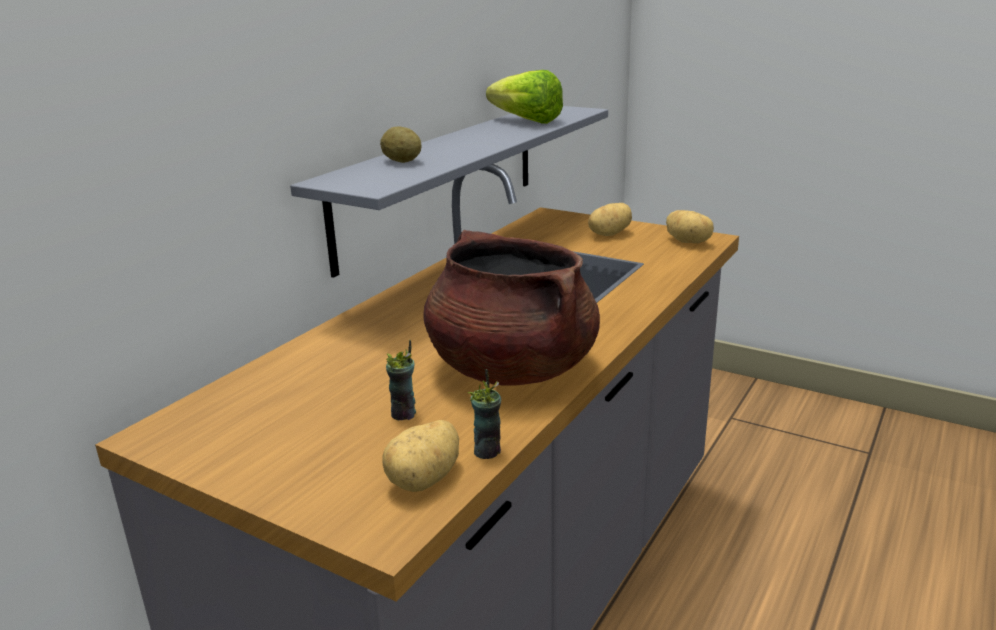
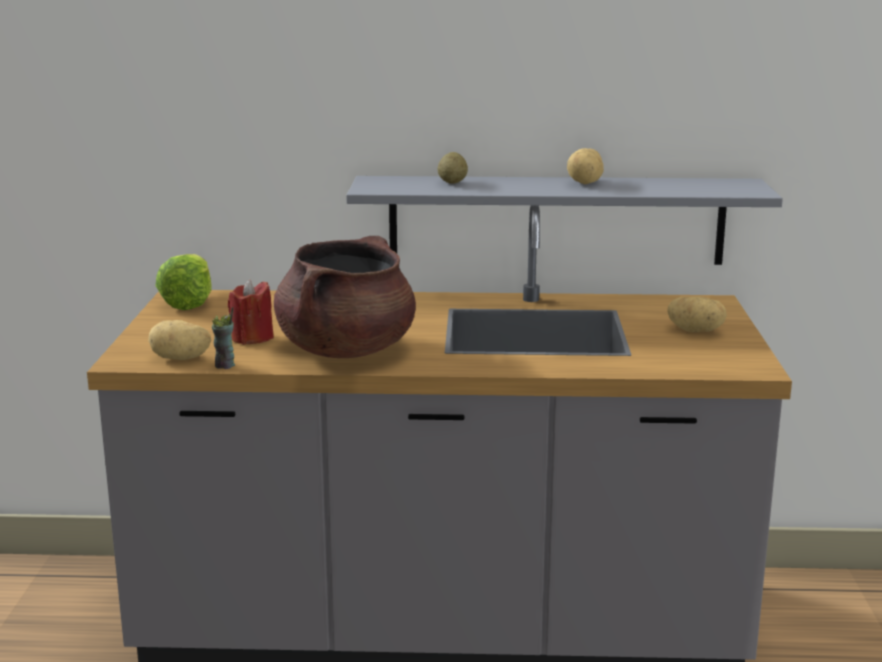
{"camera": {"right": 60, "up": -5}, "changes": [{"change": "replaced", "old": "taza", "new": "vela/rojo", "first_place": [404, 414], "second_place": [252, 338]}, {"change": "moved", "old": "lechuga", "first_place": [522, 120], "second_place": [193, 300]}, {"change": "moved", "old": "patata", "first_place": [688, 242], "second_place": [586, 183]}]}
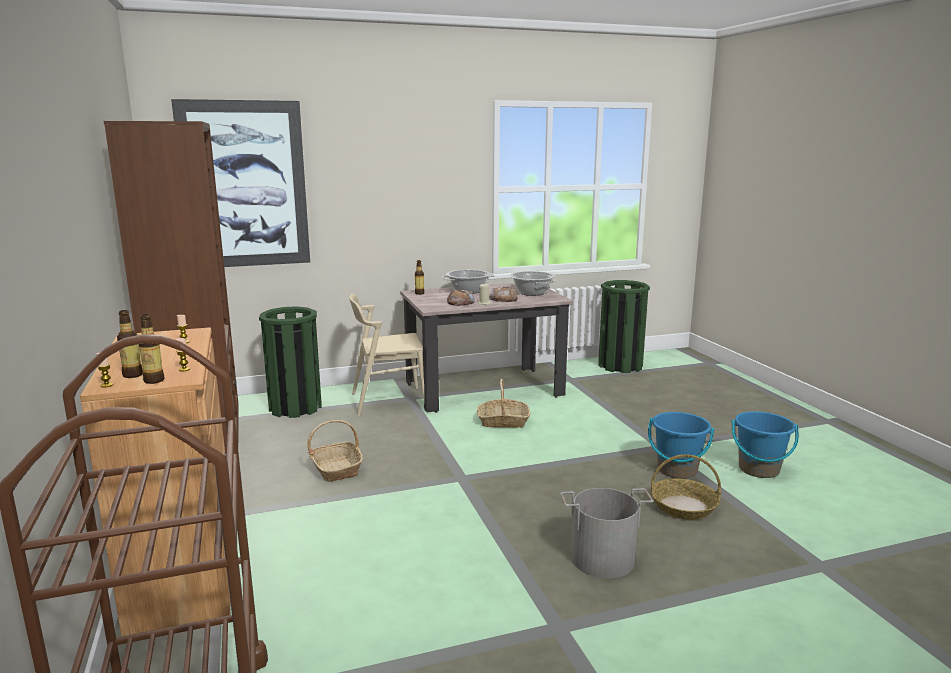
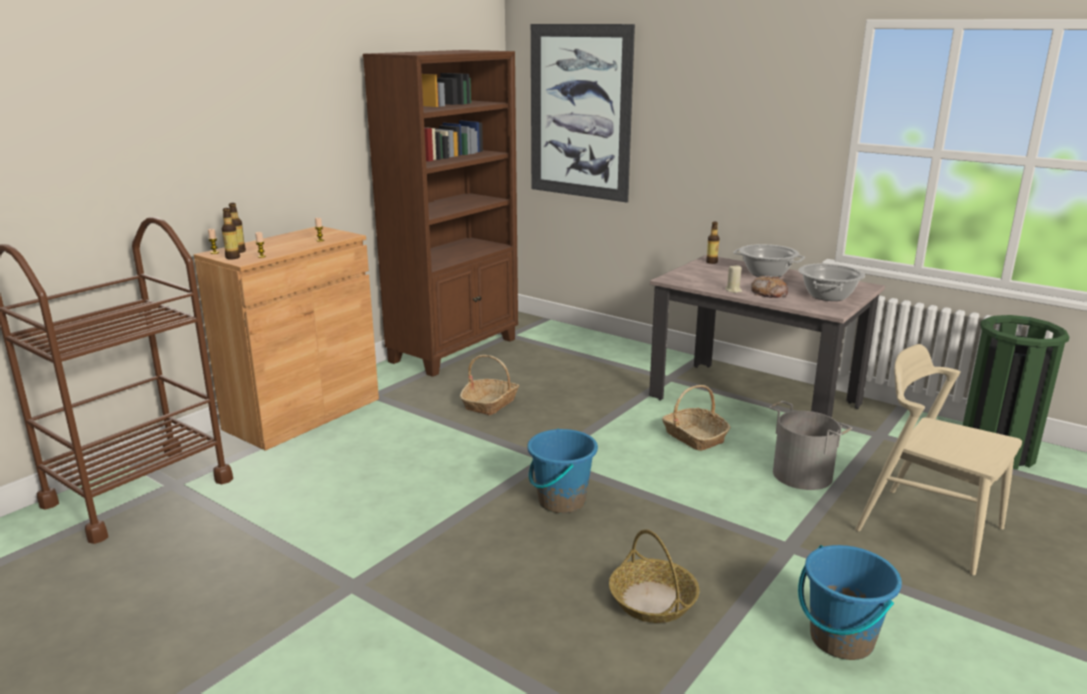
{"camera": {"right": 55, "up": 5}, "changes": [{"change": "removed", "old": "papelera/verde", "first_place": [295, 407]}, {"change": "moved", "old": "silla/beis", "first_place": [388, 402], "second_place": [929, 529]}, {"change": "removed", "old": "pan", "first_place": [460, 302]}, {"change": "moved", "old": "cubo/gris", "first_place": [602, 558], "second_place": [802, 474]}, {"change": "moved", "old": "cubo/azul", "first_place": [677, 470], "second_place": [561, 501]}]}
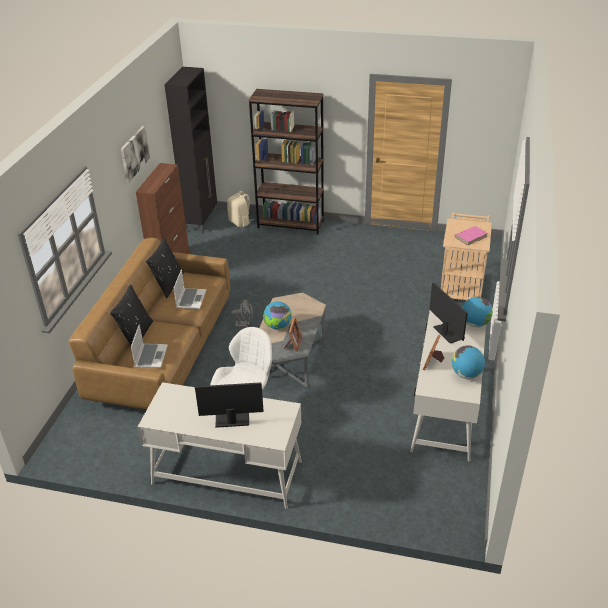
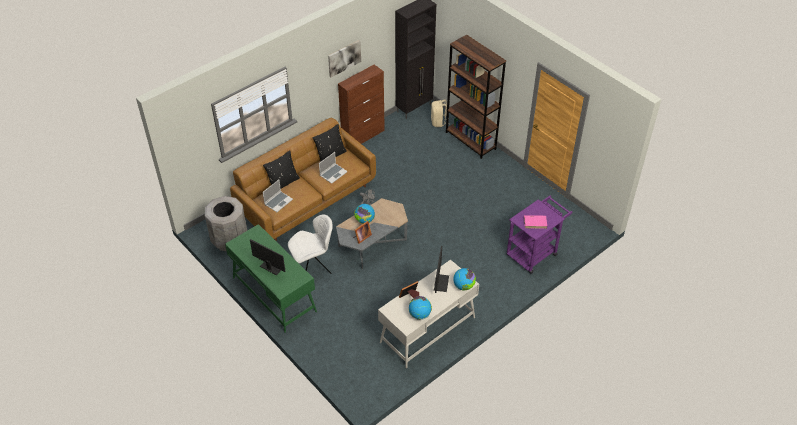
{"camera": {"right": 35, "up": 10}, "changes": [{"change": "recoloured", "old": "escritorio/blanco", "new": "escritorio/verde", "first_place": [227, 472], "second_place": [274, 294]}, {"change": "recoloured", "old": "carrito/beis", "new": "carrito/morado", "first_place": [461, 286], "second_place": [534, 252]}, {"change": "added", "new": "papelera/gris", "second_place": [229, 239]}]}
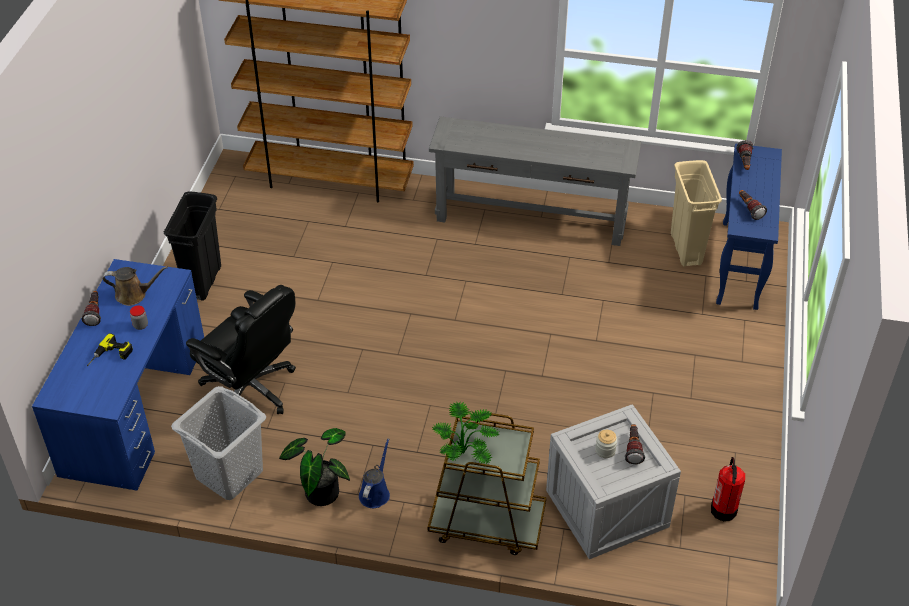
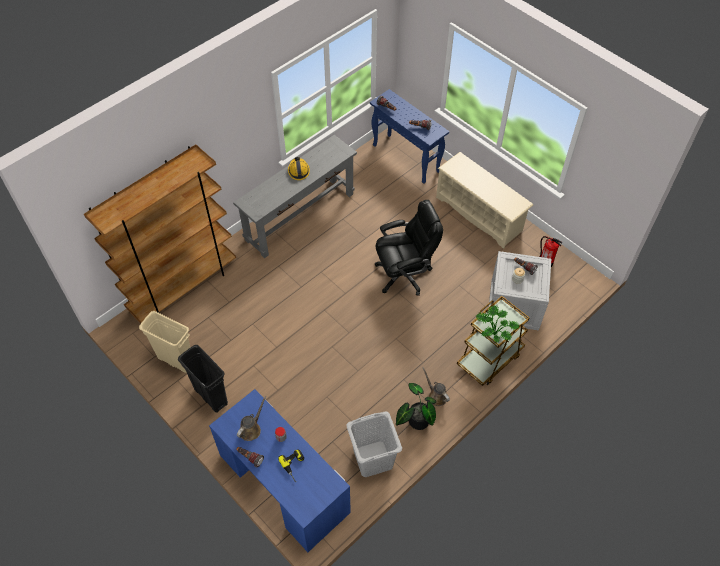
{"camera": {"right": -55, "up": 10}, "changes": [{"change": "moved", "old": "silla de oficina/negro", "first_place": [251, 390], "second_place": [404, 274]}, {"change": "recoloured", "old": "regadera/azul", "new": "regadera/marrón", "first_place": [375, 492], "second_place": [436, 396]}, {"change": "moved", "old": "papelera/beis", "first_place": [685, 248], "second_place": [176, 360]}, {"change": "added", "new": "casco", "second_place": [298, 171]}, {"change": "added", "new": "zapatero/beis", "second_place": [479, 214]}]}
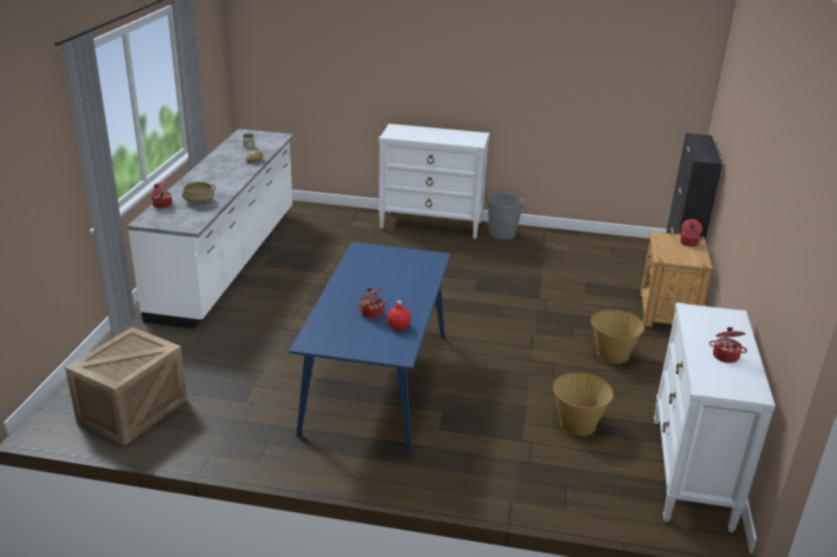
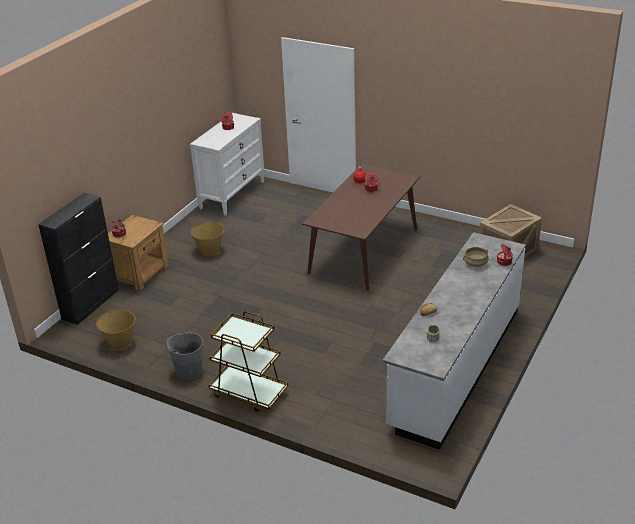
{"camera": {"right": -160, "up": 5}, "changes": [{"change": "recoloured", "old": "mesa de comedor/azul", "new": "mesa de comedor/marrón", "first_place": [377, 383], "second_place": [363, 250]}, {"change": "replaced", "old": "cómoda/blanco", "new": "carrito/marrón", "first_place": [431, 224], "second_place": [248, 393]}, {"change": "moved", "old": "cesta", "first_place": [578, 423], "second_place": [120, 342]}]}
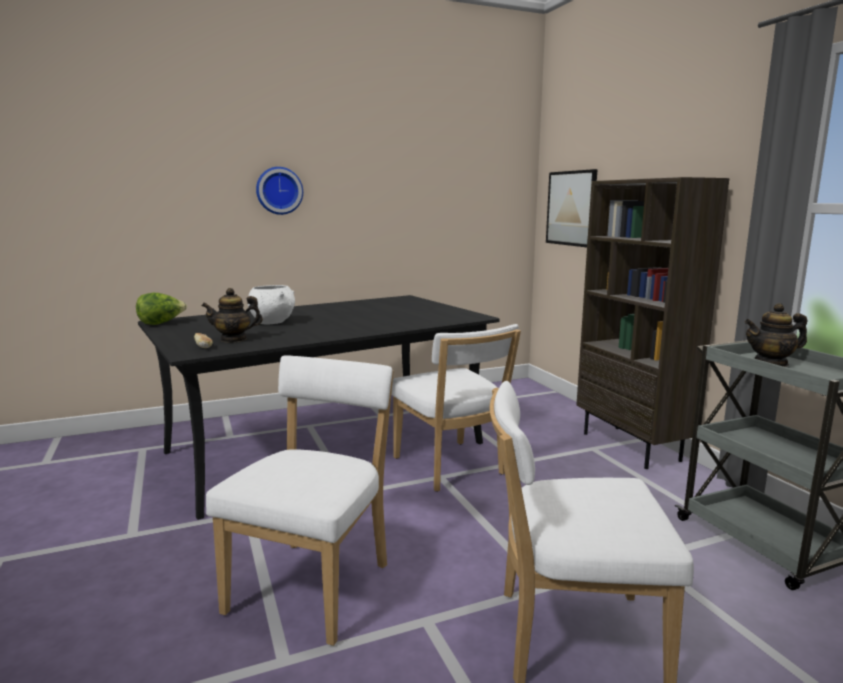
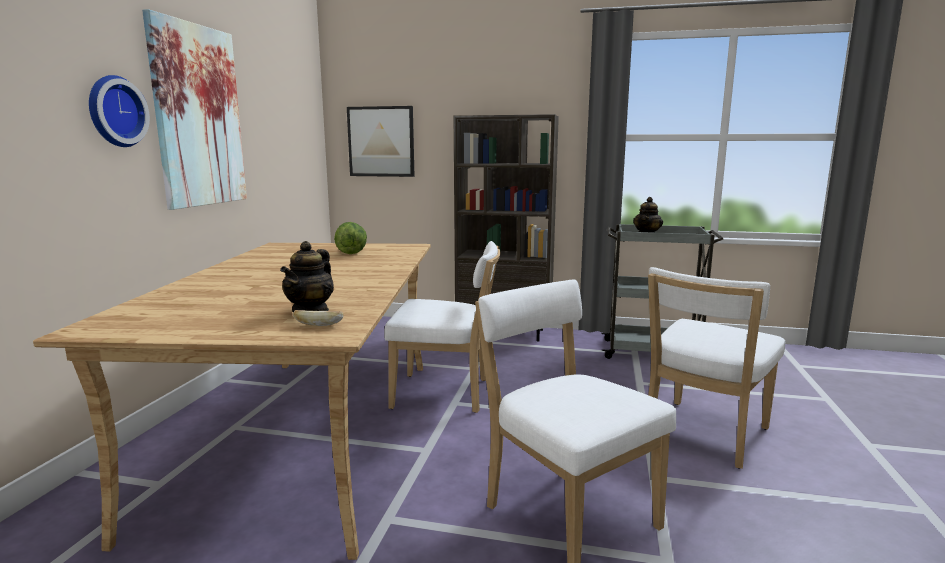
{"camera": {"right": -55, "up": 0}, "changes": [{"change": "moved", "old": "lechuga", "first_place": [161, 323], "second_place": [352, 252]}, {"change": "recoloured", "old": "mesa de comedor/negro", "new": "mesa de comedor/beis", "first_place": [326, 448], "second_place": [310, 434]}, {"change": "removed", "old": "cuenco/blanco", "first_place": [272, 322]}, {"change": "added", "new": "cuadro", "second_place": [198, 116]}]}
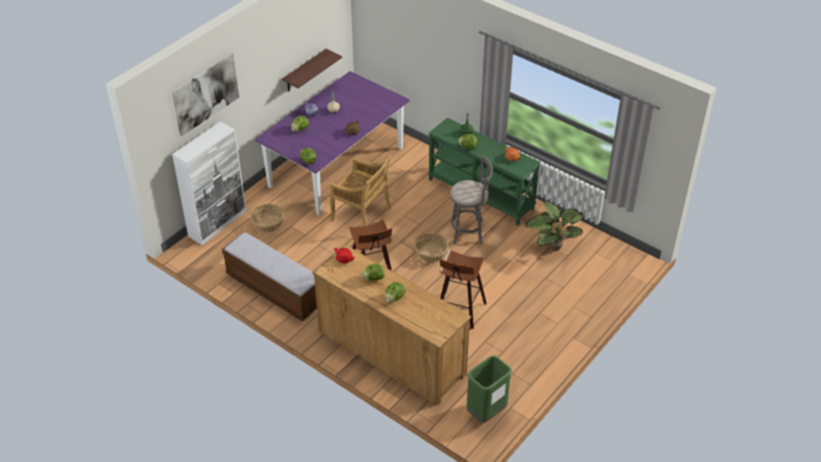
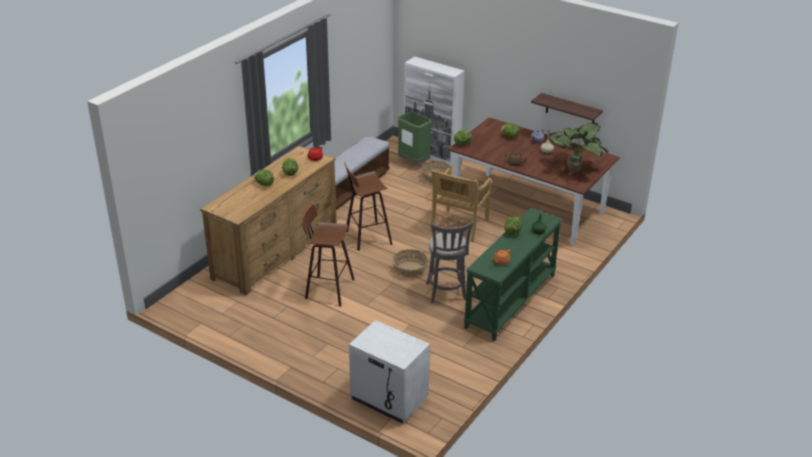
{"camera": {"right": 85, "up": -10}, "changes": [{"change": "removed", "old": "cuadro", "first_place": [206, 94]}, {"change": "recoloured", "old": "mesa de comedor/morado", "new": "mesa de comedor/marrón", "first_place": [336, 166], "second_place": [528, 207]}, {"change": "moved", "old": "papelera/verde", "first_place": [486, 412], "second_place": [413, 163]}, {"change": "moved", "old": "planta en maceta", "first_place": [553, 246], "second_place": [575, 168]}, {"change": "added", "new": "mesita de noche/blanco", "second_place": [388, 399]}]}
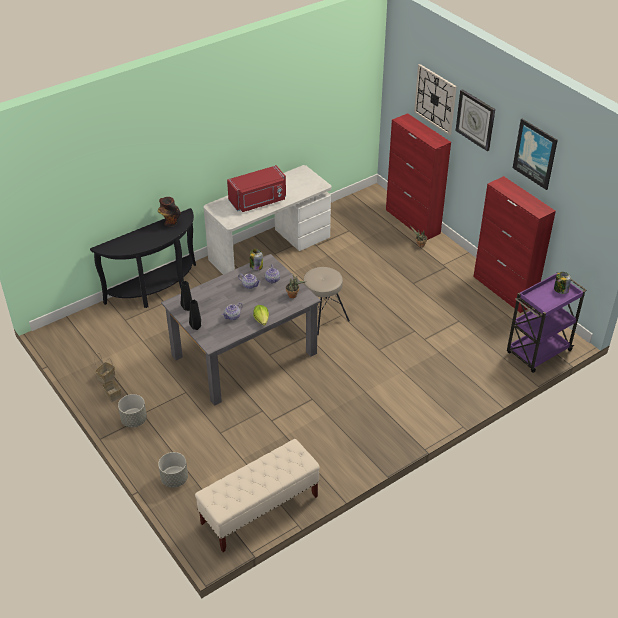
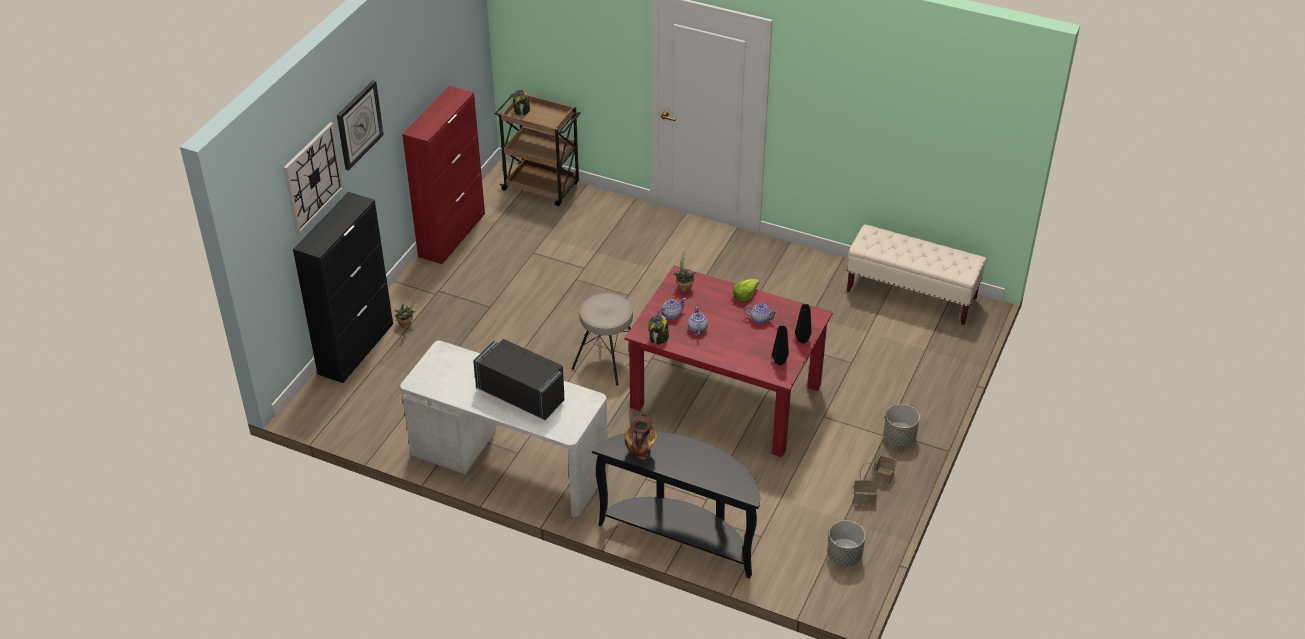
{"camera": {"right": -120, "up": 0}, "changes": [{"change": "moved", "old": "maceta/gris", "first_place": [174, 479], "second_place": [844, 556]}, {"change": "recoloured", "old": "mesa de comedor/gris", "new": "mesa de comedor/rojo", "first_place": [244, 354], "second_place": [724, 396]}, {"change": "recoloured", "old": "microondas/rojo", "new": "microondas/negro", "first_place": [258, 201], "second_place": [523, 394]}, {"change": "recoloured", "old": "armario/rojo", "new": "armario/negro", "first_place": [412, 221], "second_place": [356, 348]}, {"change": "recoloured", "old": "carrito/morado", "new": "carrito/marrón", "first_place": [538, 352], "second_place": [542, 187]}, {"change": "removed", "old": "cuadro", "first_place": [535, 153]}]}
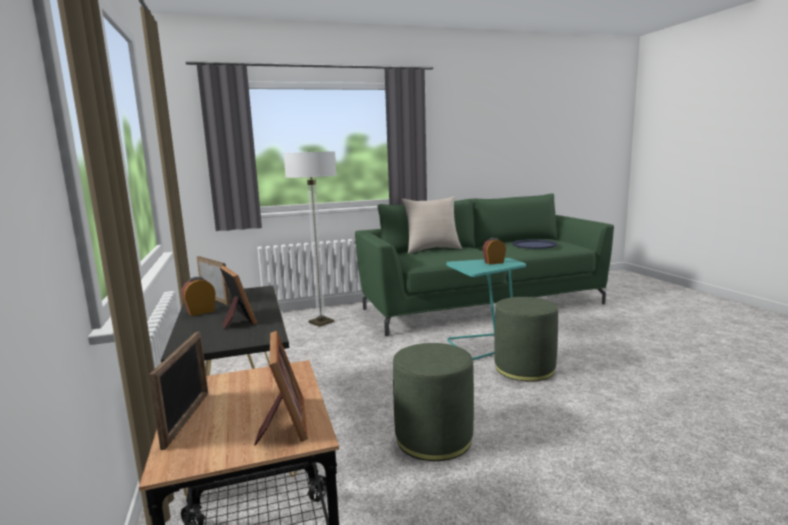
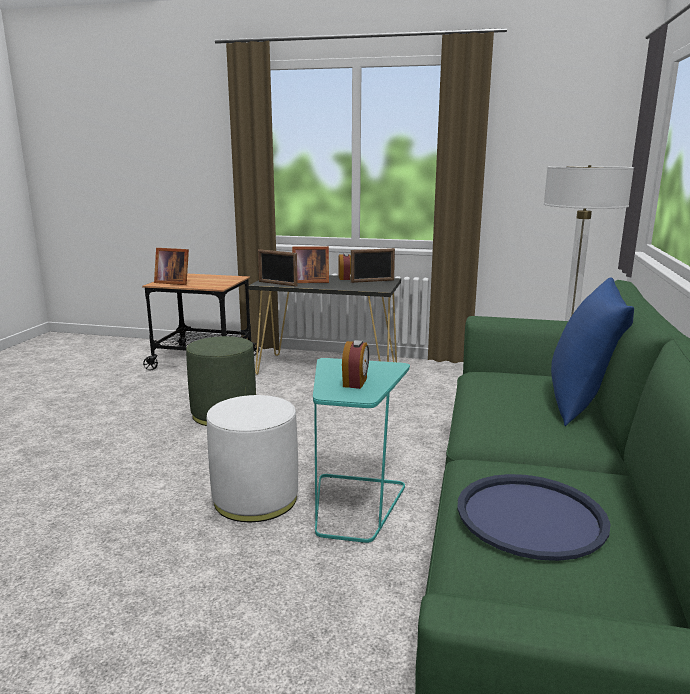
{"camera": {"right": 120, "up": 5}, "changes": [{"change": "moved", "old": "portarretratos", "first_place": [187, 419], "second_place": [277, 284]}, {"change": "recoloured", "old": "cojín/beis", "new": "cojín/azul", "first_place": [432, 249], "second_place": [581, 402]}, {"change": "recoloured", "old": "puf/verde", "new": "puf/blanco", "first_place": [524, 368], "second_place": [256, 499]}]}
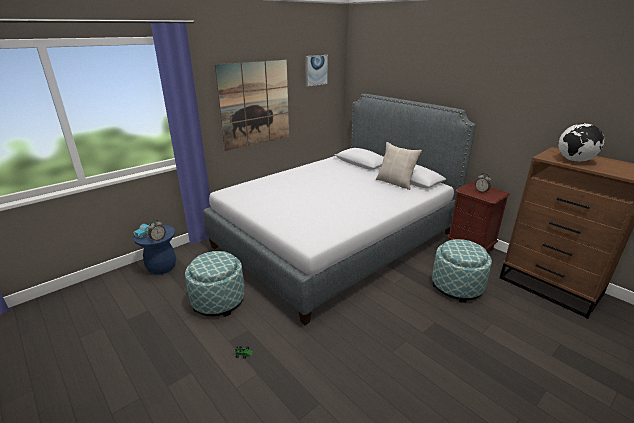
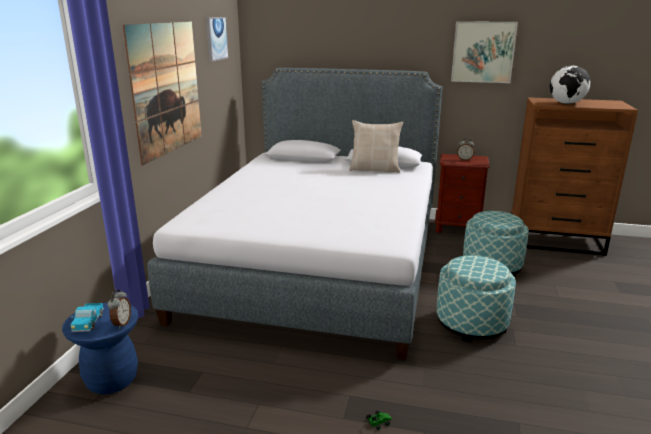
{"camera": {"right": -35, "up": -5}, "changes": [{"change": "moved", "old": "puf", "first_place": [218, 301], "second_place": [471, 323]}, {"change": "added", "new": "cuadro", "second_place": [483, 52]}]}
